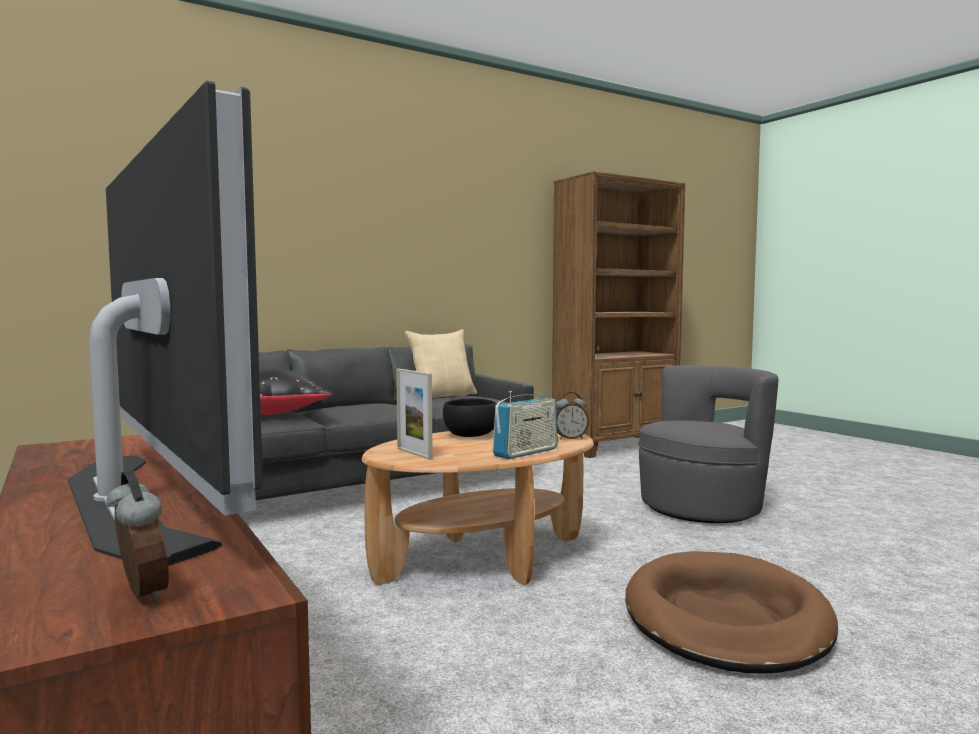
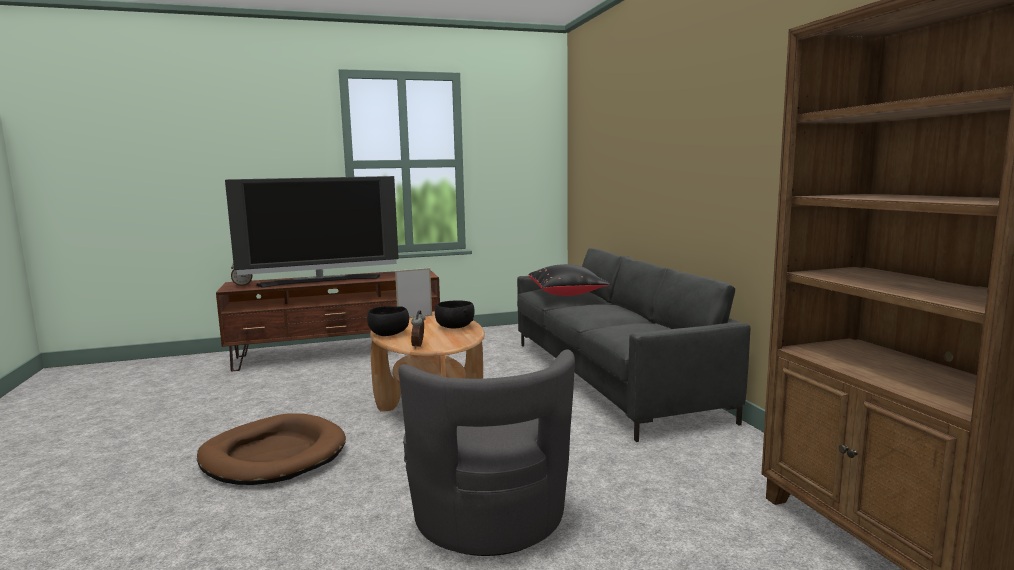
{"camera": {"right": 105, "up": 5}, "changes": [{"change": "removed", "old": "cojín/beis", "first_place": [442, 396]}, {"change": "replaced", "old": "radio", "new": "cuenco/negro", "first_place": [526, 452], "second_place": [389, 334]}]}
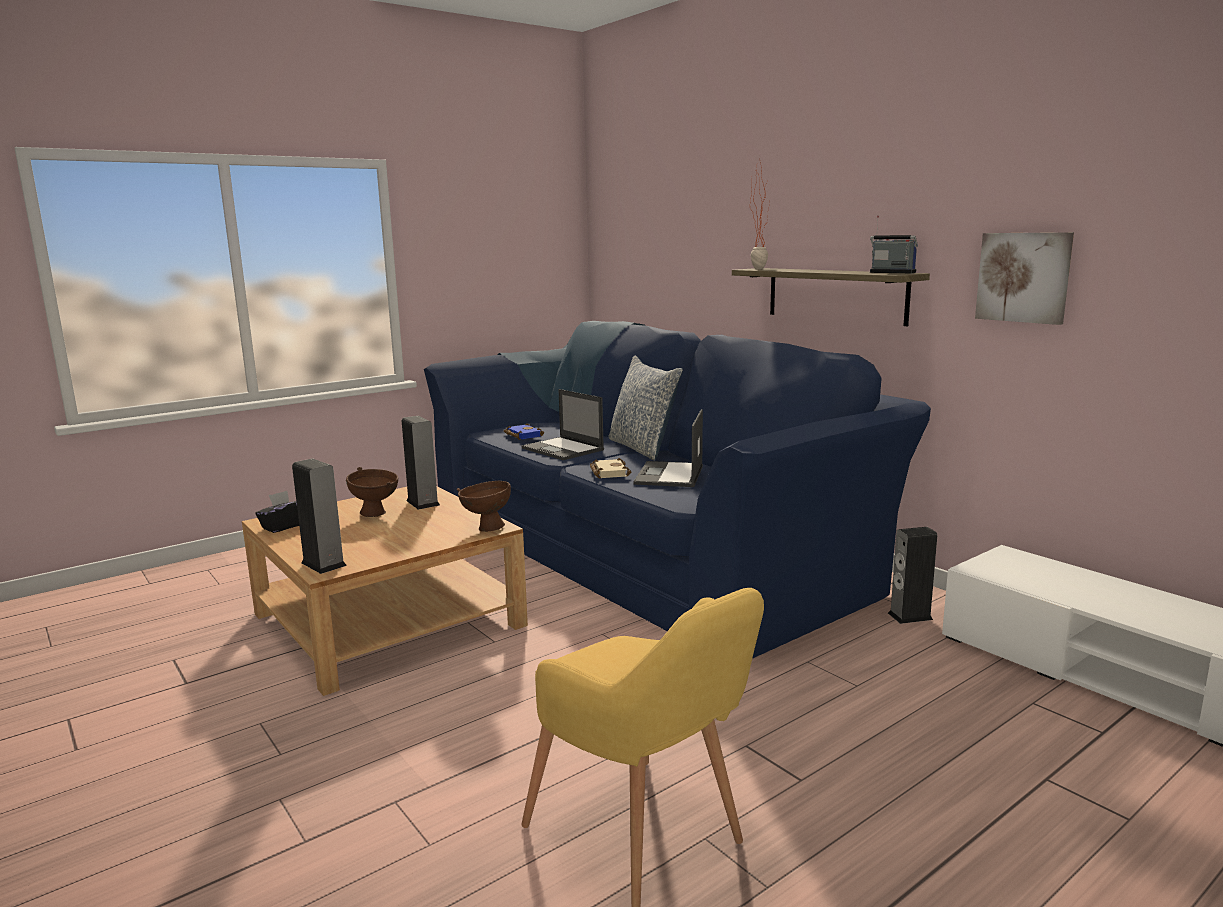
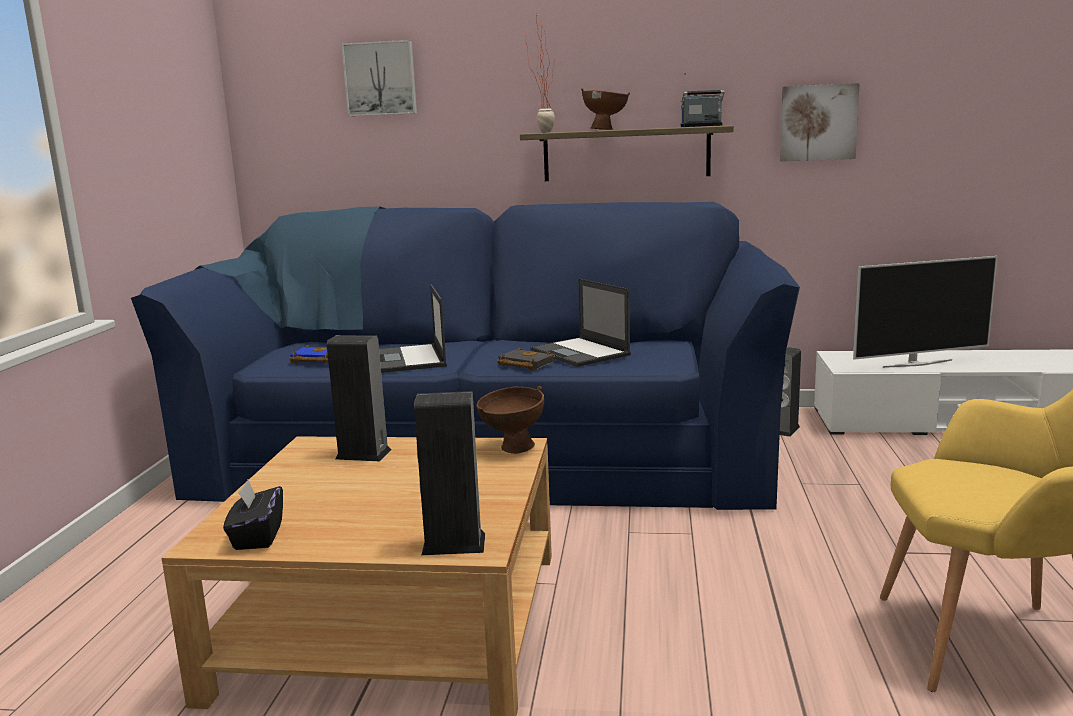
{"camera": {"right": -45, "up": 0}, "changes": [{"change": "moved", "old": "cuenco/marrón", "first_place": [376, 514], "second_place": [606, 130]}, {"change": "turned", "old": "portátil", "first_place": [563, 449], "second_place": [410, 359], "degrees": 75}, {"change": "recoloured", "old": "libro/beis", "new": "libro/negro", "first_place": [608, 472], "second_place": [523, 364]}, {"change": "removed", "old": "cojín", "first_place": [643, 448]}, {"change": "added", "new": "cuadro", "second_place": [380, 79]}, {"change": "added", "new": "televisor", "second_place": [916, 363]}]}
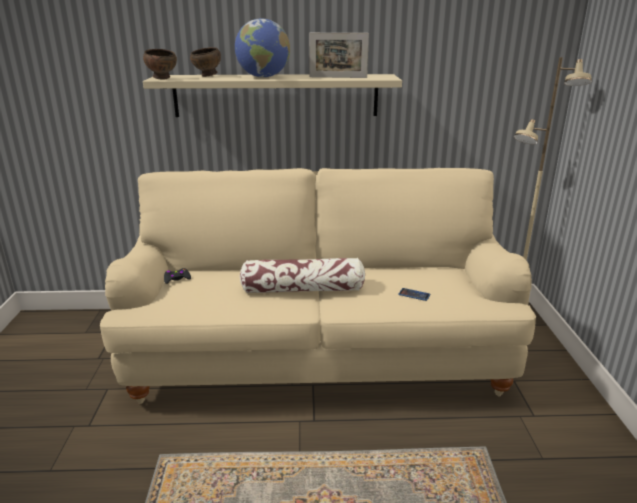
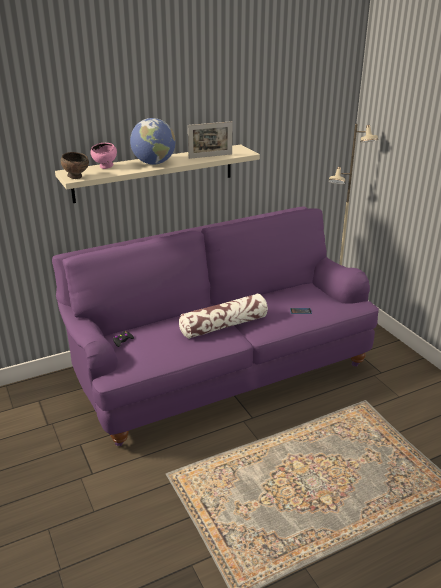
{"camera": {"right": -25, "up": 5}, "changes": [{"change": "recoloured", "old": "sofá/beis", "new": "sofá/morado", "first_place": [318, 353], "second_place": [220, 370]}, {"change": "recoloured", "old": "cuenco/marrón", "new": "cuenco/rosa", "first_place": [207, 76], "second_place": [105, 167]}]}
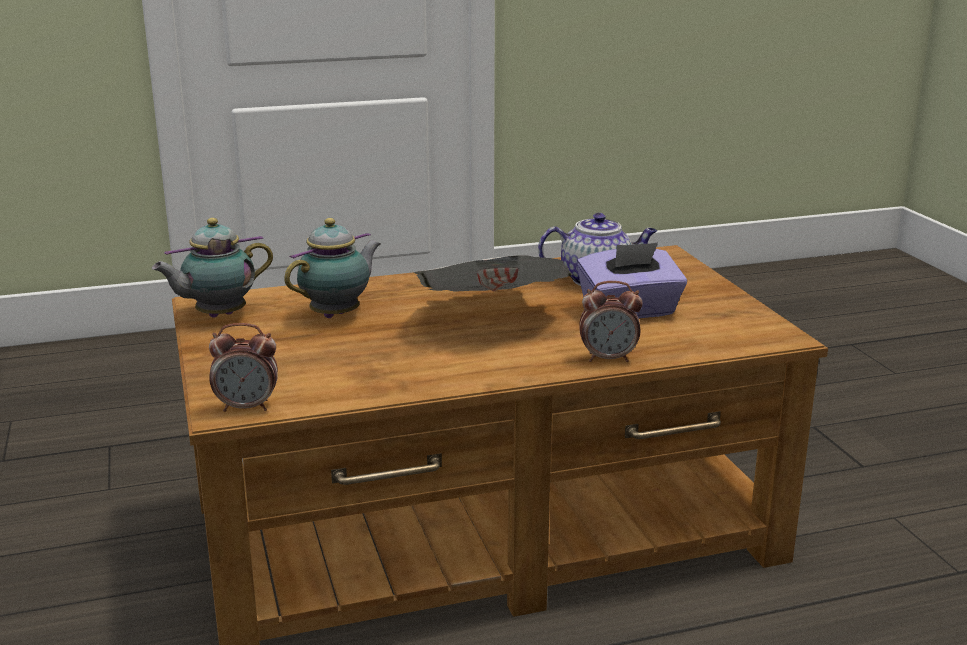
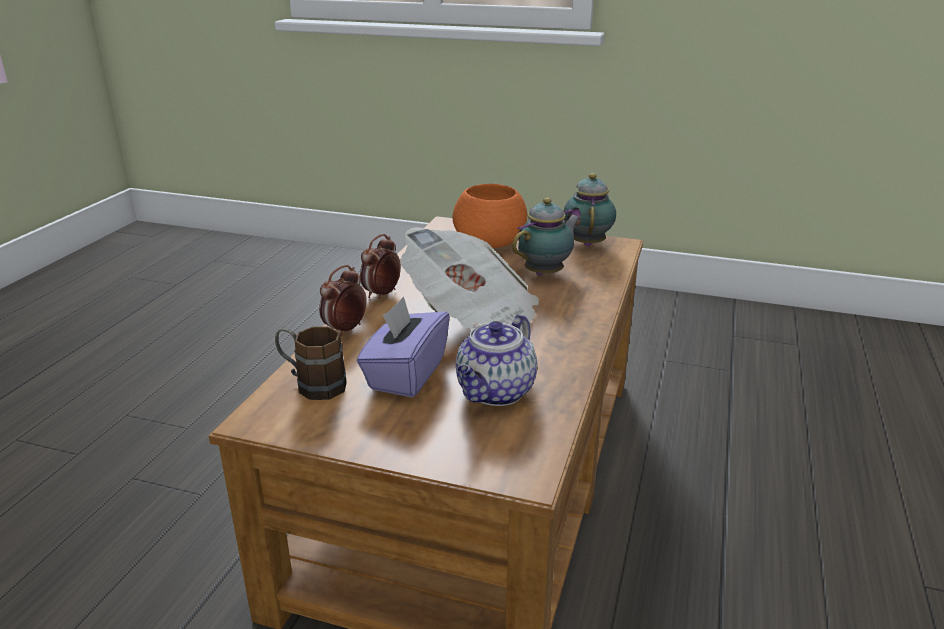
{"camera": {"right": 125, "up": 5}, "changes": [{"change": "moved", "old": "despertador", "first_place": [247, 407], "second_place": [381, 294]}, {"change": "turned", "old": "tetera", "first_place": [338, 314], "second_place": [546, 273], "degrees": -120}, {"change": "added", "new": "taza grande/marrón", "second_place": [312, 384]}, {"change": "added", "new": "cuenco/naranja", "second_place": [490, 243]}]}
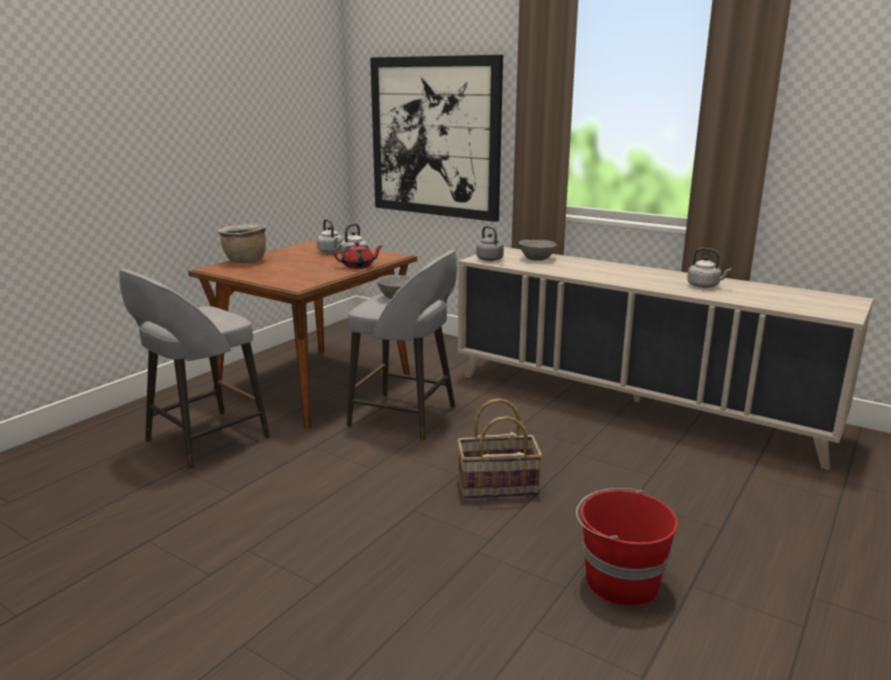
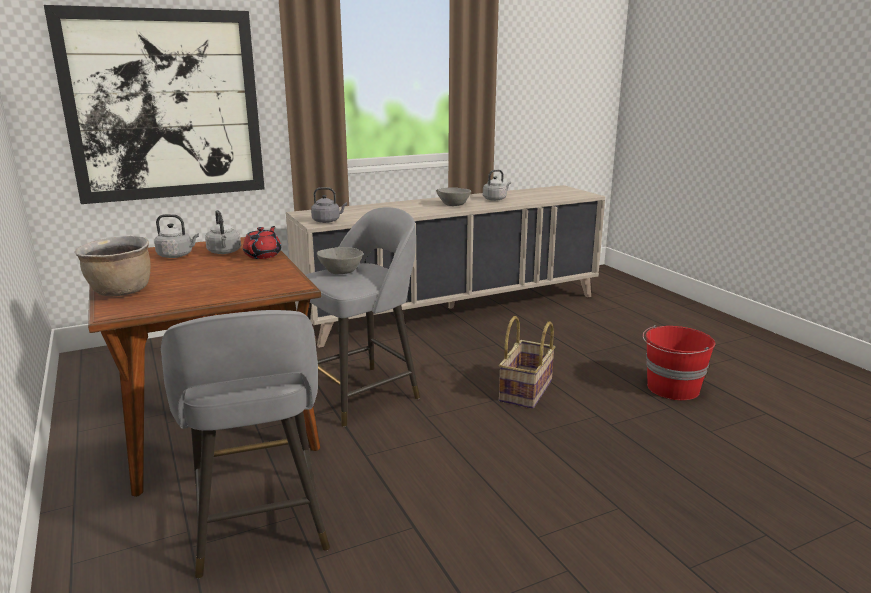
{"camera": {"right": -60, "up": 0}, "changes": [{"change": "moved", "old": "cuenco/gris", "first_place": [537, 259], "second_place": [453, 204]}]}
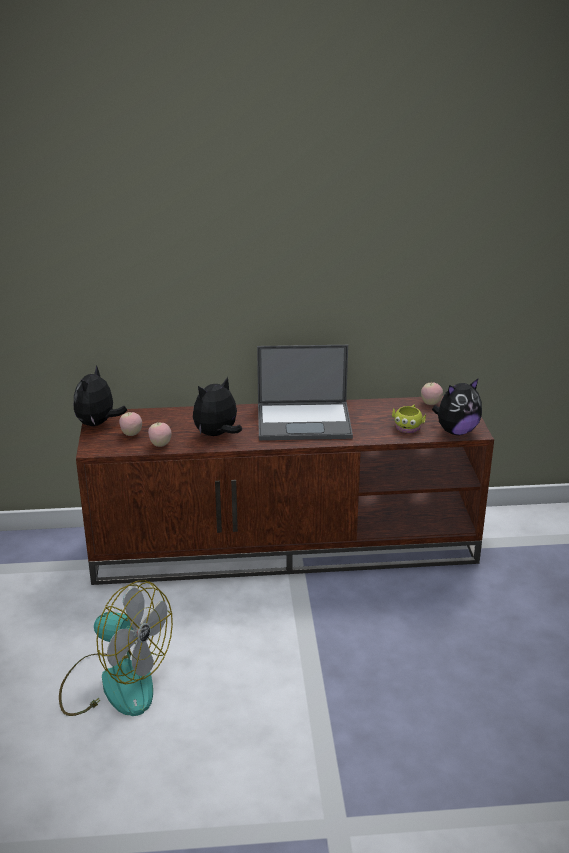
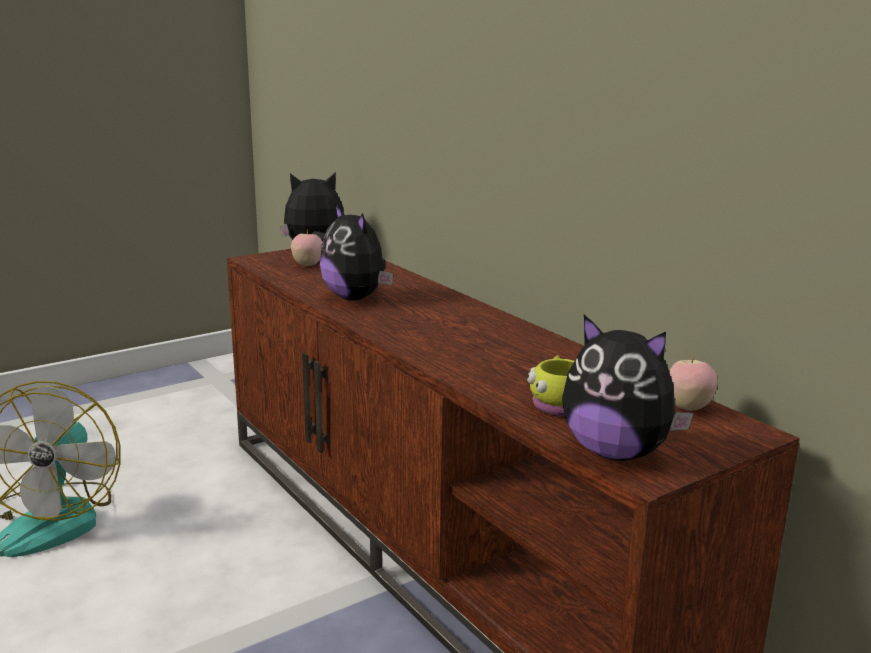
{"camera": {"right": 60, "up": -10}, "changes": [{"change": "removed", "old": "manzana", "first_place": [160, 445]}, {"change": "turned", "old": "peluche", "first_place": [217, 435], "second_place": [356, 298], "degrees": -150}, {"change": "removed", "old": "portátil", "first_place": [305, 421]}]}
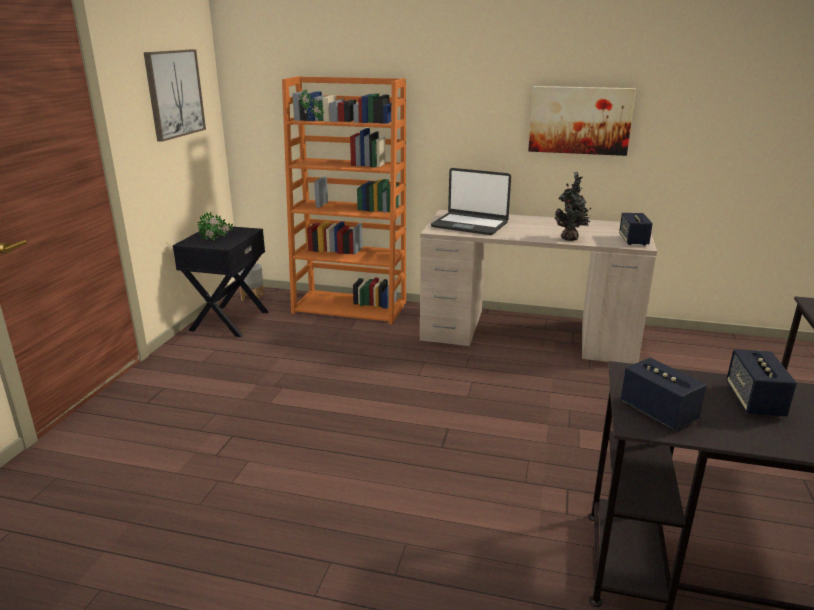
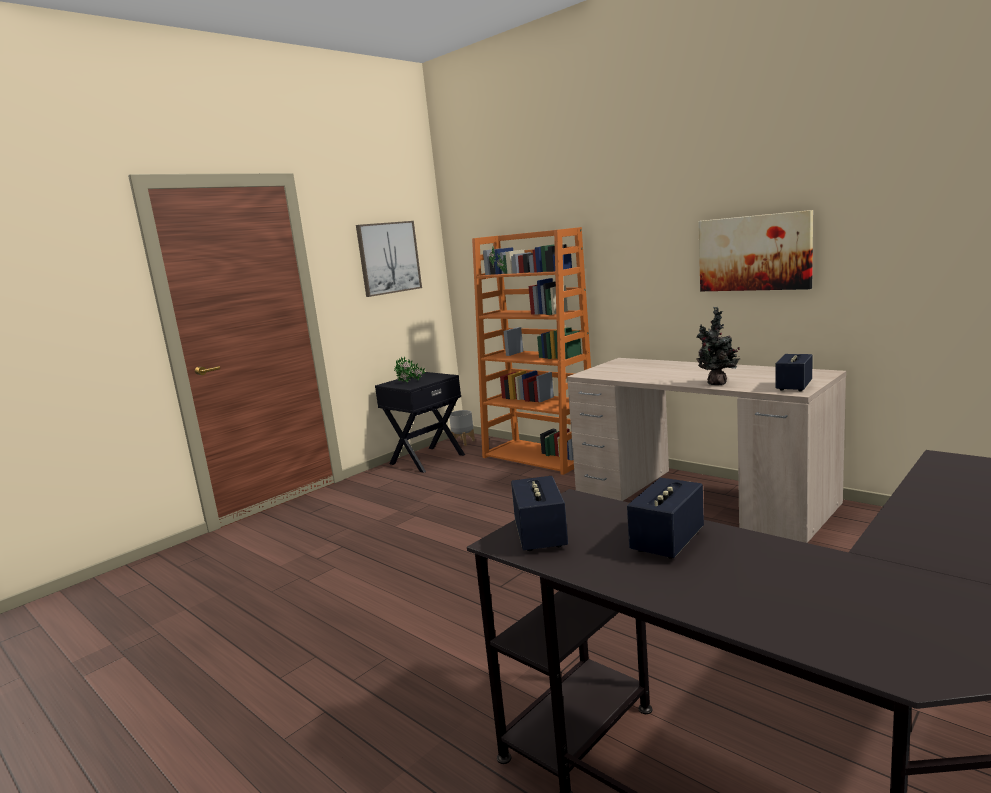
{"camera": {"right": 30, "up": -10}, "changes": [{"change": "removed", "old": "portátil", "first_place": [470, 225]}]}
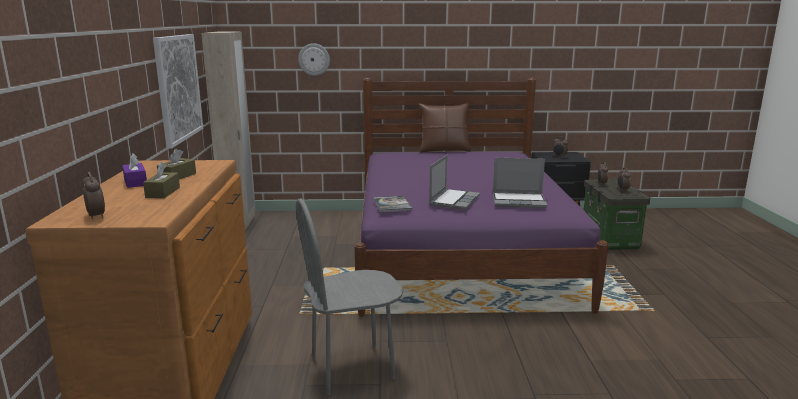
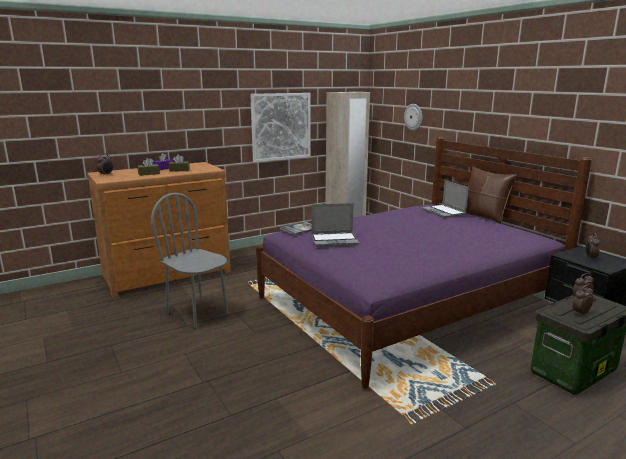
{"camera": {"right": 60, "up": 0}, "changes": [{"change": "moved", "old": "portátil", "first_place": [519, 201], "second_place": [444, 212]}]}
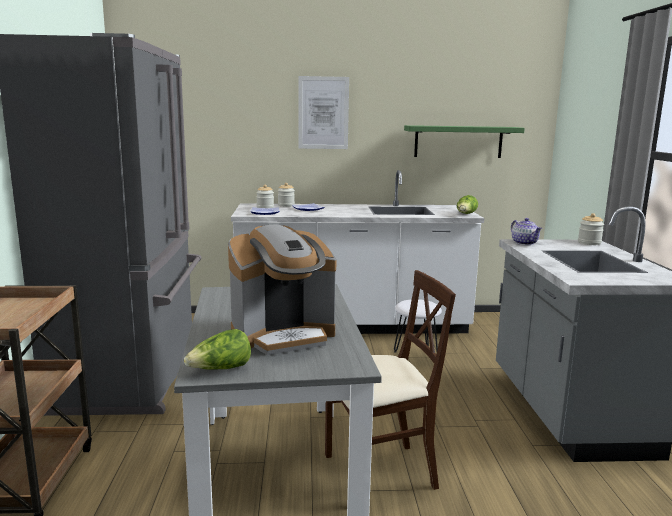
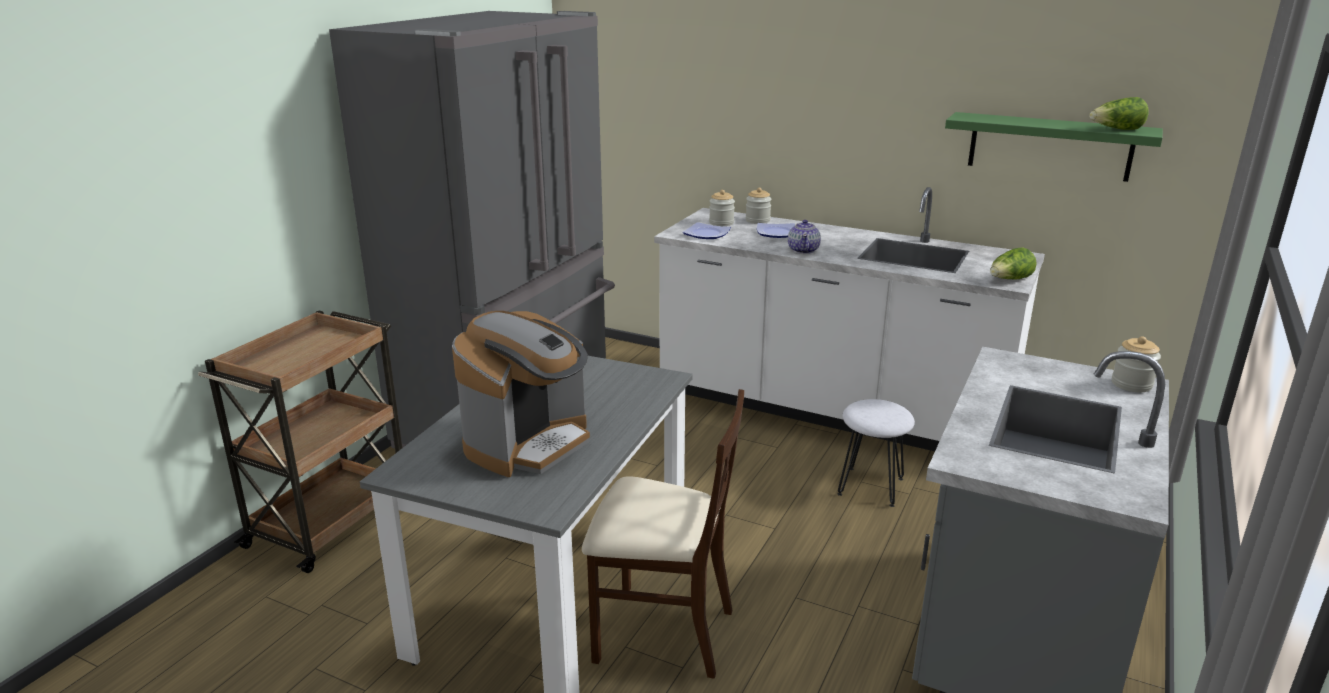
{"camera": {"right": 30, "up": 10}, "changes": [{"change": "moved", "old": "lechuga", "first_place": [221, 369], "second_place": [1116, 130]}, {"change": "turned", "old": "cafetera", "first_place": [283, 336], "second_place": [529, 444], "degrees": -60}, {"change": "removed", "old": "cuadro", "first_place": [323, 113]}, {"change": "moved", "old": "tetera", "first_place": [524, 243], "second_place": [803, 250]}]}
